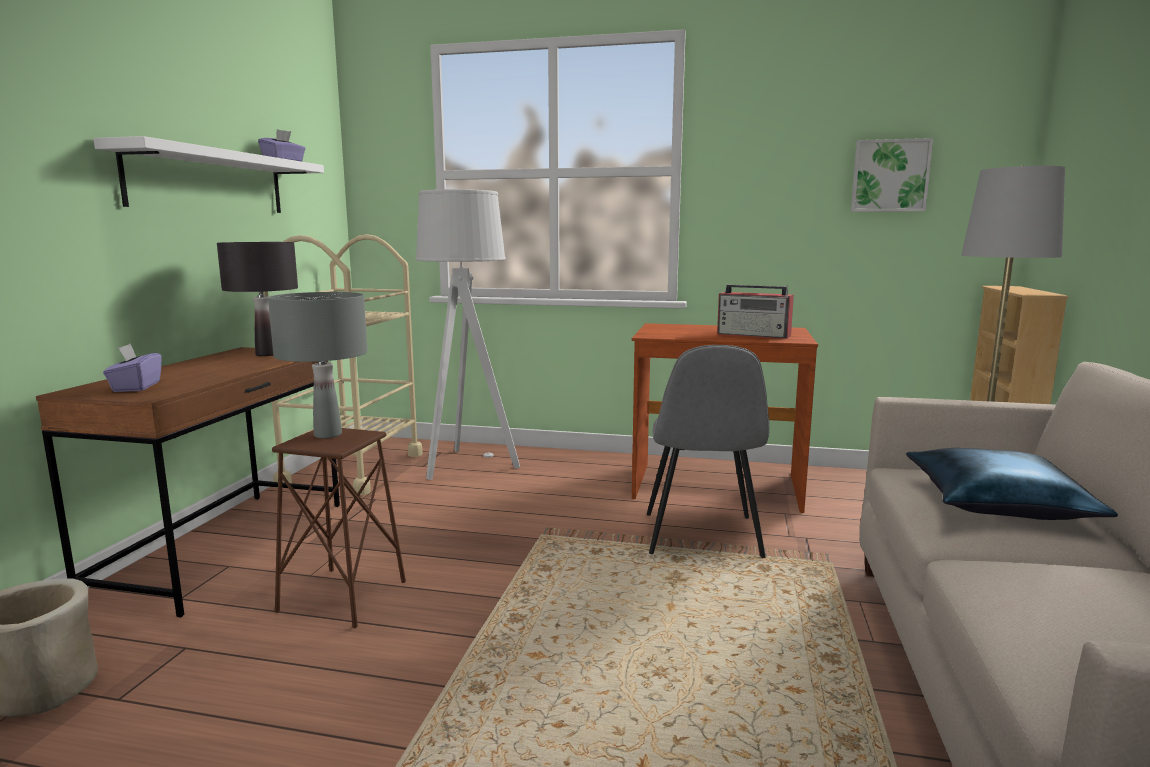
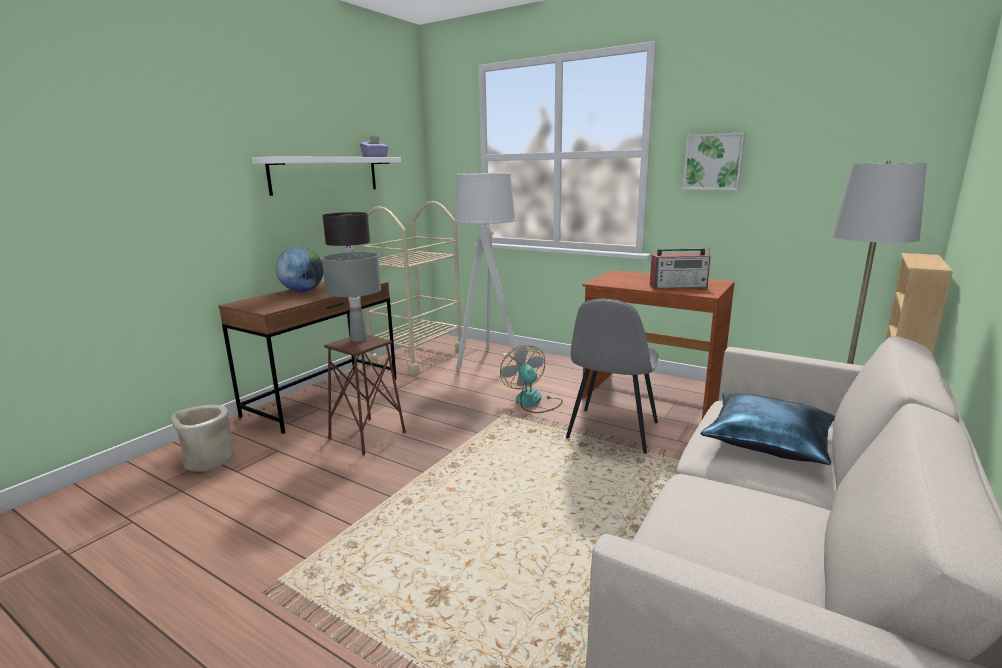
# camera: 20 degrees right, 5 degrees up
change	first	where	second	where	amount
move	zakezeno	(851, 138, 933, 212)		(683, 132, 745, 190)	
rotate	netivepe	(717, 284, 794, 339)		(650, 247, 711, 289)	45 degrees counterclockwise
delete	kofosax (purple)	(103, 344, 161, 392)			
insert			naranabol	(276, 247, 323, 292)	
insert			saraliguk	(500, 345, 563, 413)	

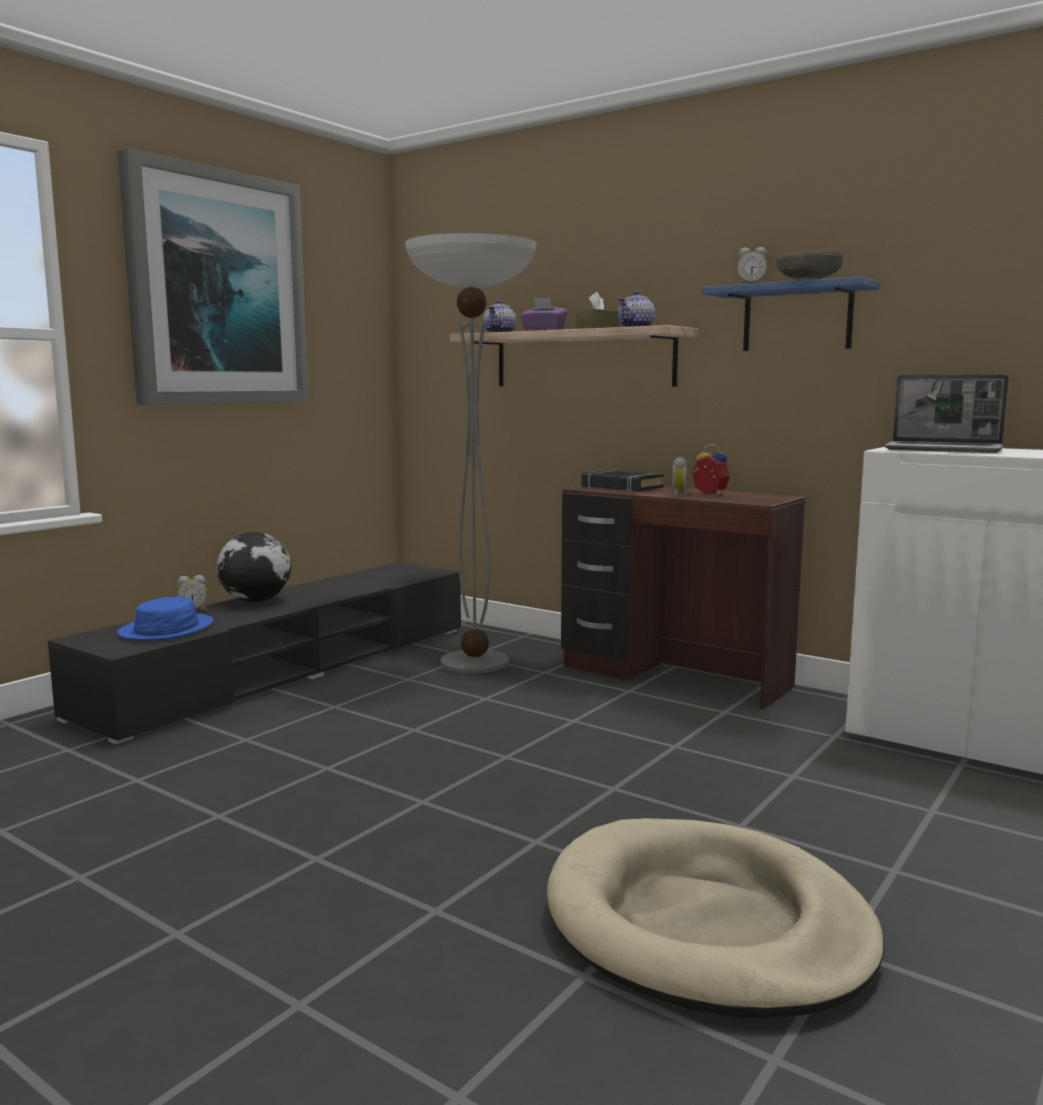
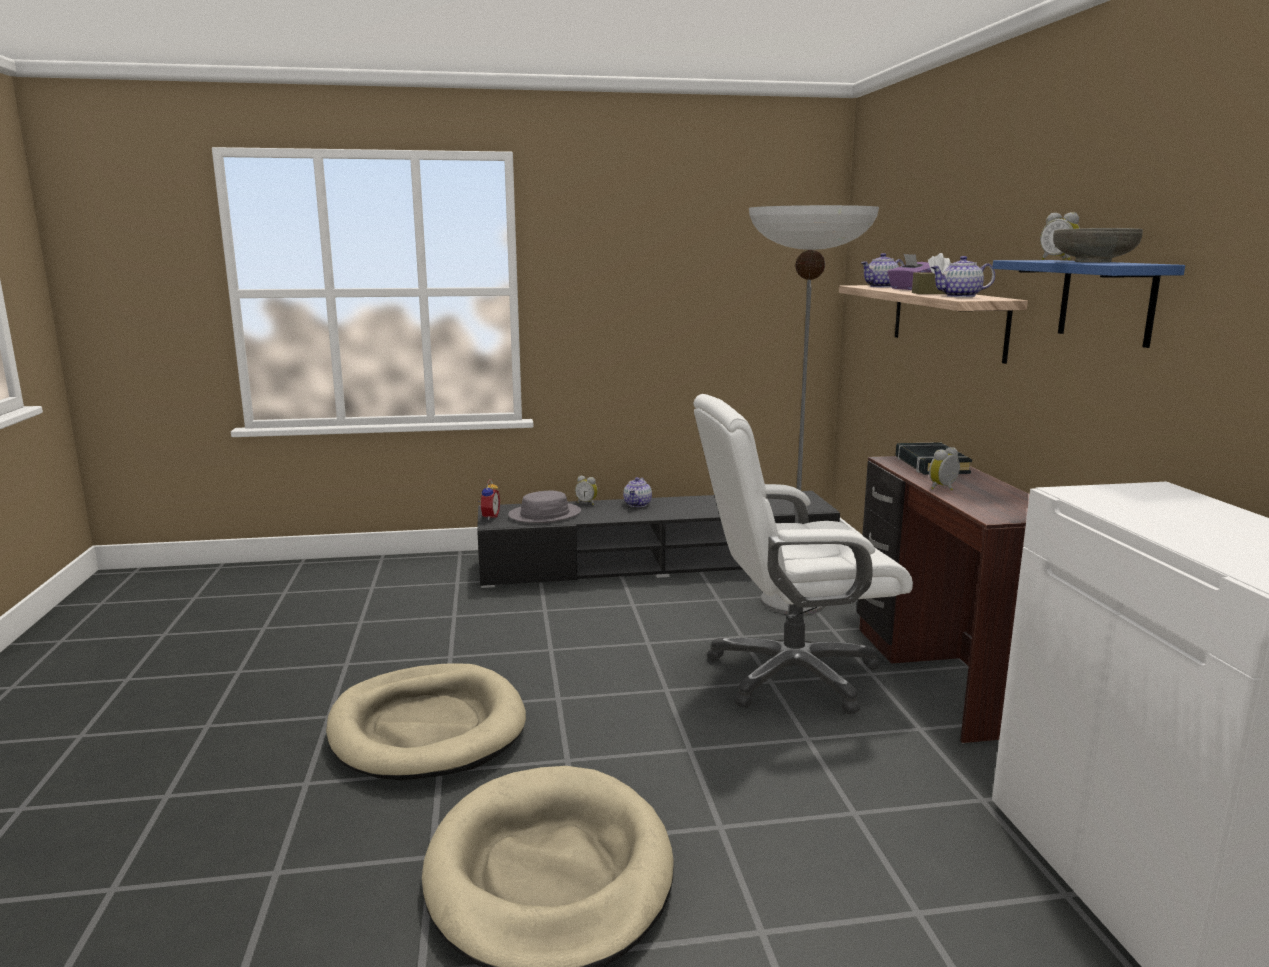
# camera: 45 degrees right, 5 degrees up
change	first	where	second	where	amount
delete	zakezeno	(118, 148, 308, 405)			
delete	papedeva	(884, 374, 1009, 453)			
move	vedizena	(692, 444, 730, 495)		(477, 479, 500, 520)	
replace	naranabol	(217, 532, 291, 602)	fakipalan	(623, 477, 652, 507)	
recolor	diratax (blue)	(117, 597, 214, 641)	diratax (grey)	(508, 490, 581, 523)	
insert			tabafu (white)	(693, 394, 913, 714)	
insert			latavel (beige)	(326, 663, 526, 780)	

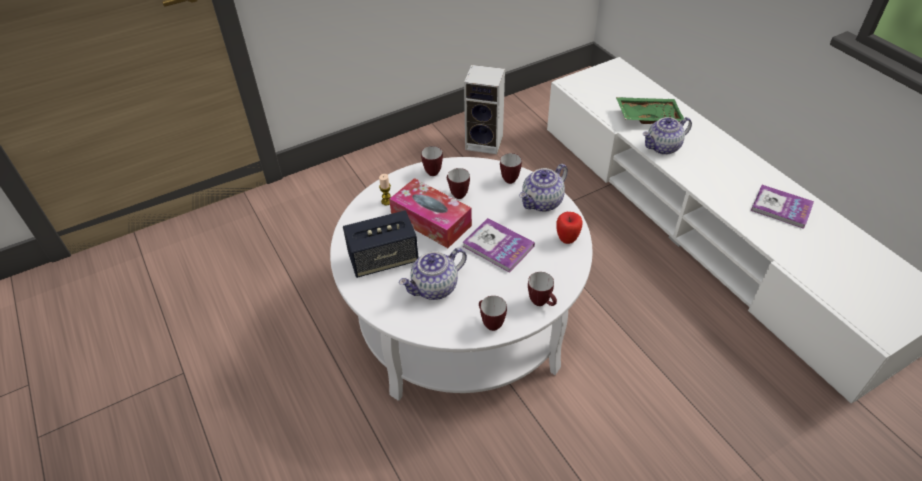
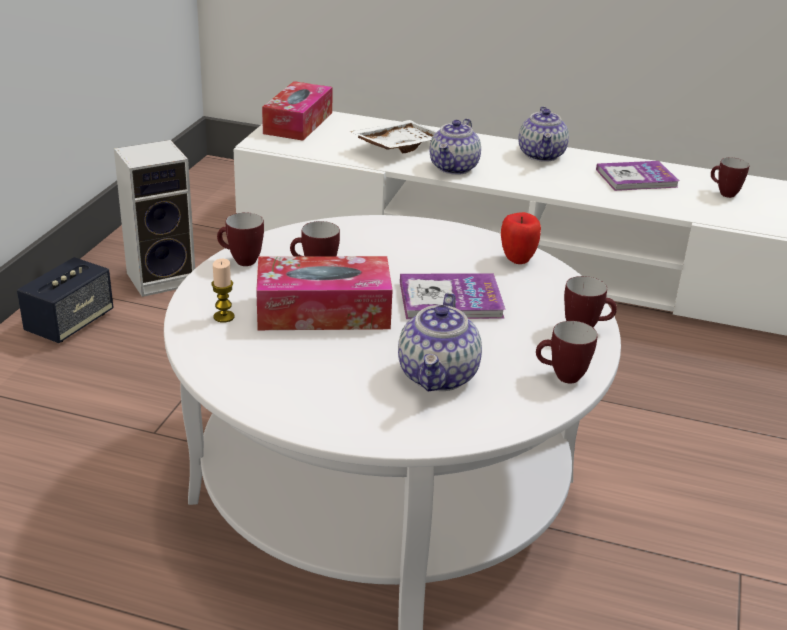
# camera: 45 degrees left, 15 degrees down
change	first	where	second	where	amount
recolor	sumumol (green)	(616, 97, 684, 124)	sumumol (white)	(349, 120, 437, 153)	
move	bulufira	(500, 153, 522, 184)		(711, 158, 750, 198)	
move	fakipalan	(519, 164, 568, 212)		(518, 106, 569, 162)	
move	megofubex	(343, 210, 419, 278)		(17, 257, 114, 343)	
insert			kofosax	(262, 81, 333, 141)	

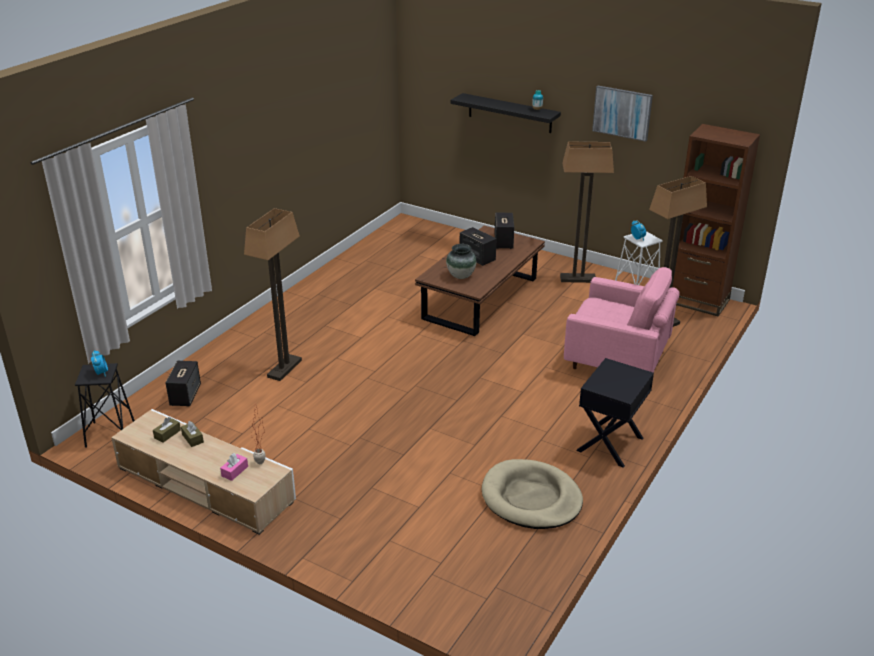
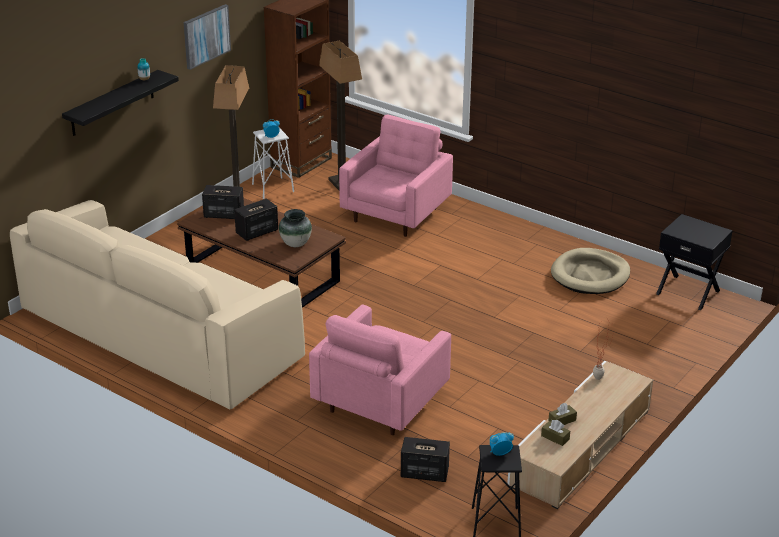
# camera: 85 degrees left, 0 degrees up
change	first	where	second	where	amount
replace	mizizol	(244, 208, 302, 381)	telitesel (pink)	(309, 305, 451, 435)	
move	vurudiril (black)	(576, 358, 654, 468)		(656, 214, 733, 310)	
delete	kofosax (pink)	(220, 453, 248, 481)			
insert			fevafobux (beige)	(10, 200, 305, 409)	

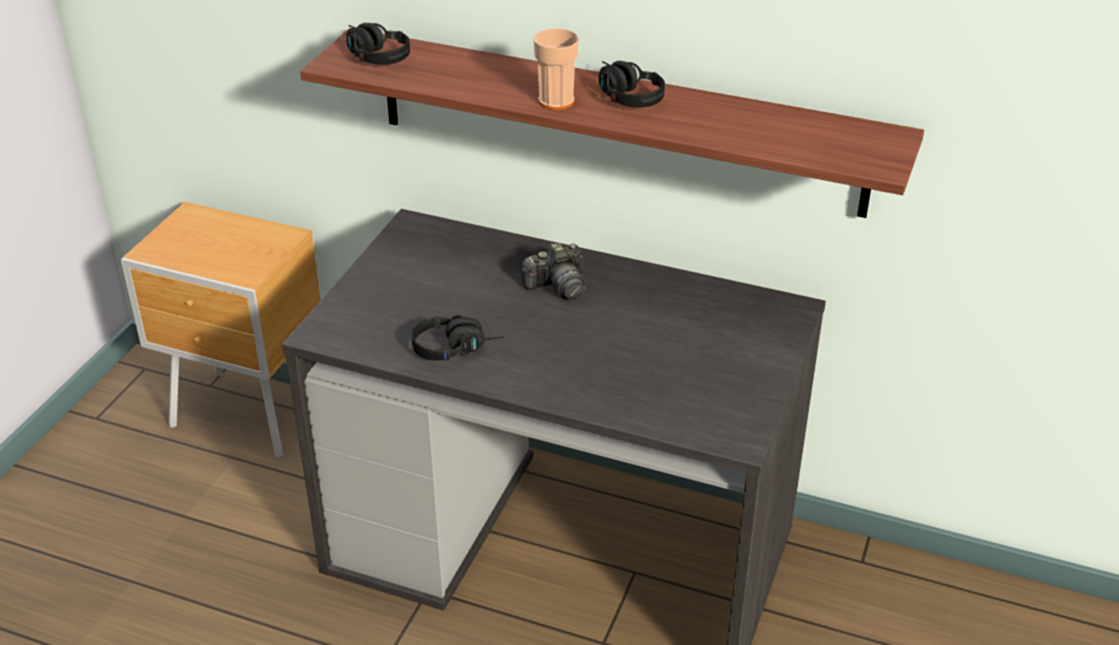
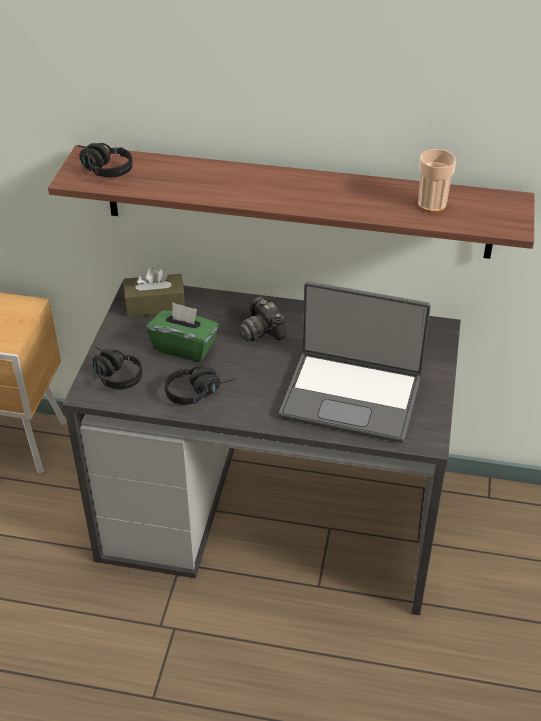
# camera: 10 degrees left, 5 degrees up
change	first	where	second	where	amount
move	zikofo	(533, 28, 579, 110)		(418, 149, 456, 213)	
move	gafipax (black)	(599, 61, 665, 107)		(93, 346, 142, 389)	
rotate	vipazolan	(522, 242, 585, 300)		(239, 297, 286, 341)	90 degrees clockwise
insert			kofosax (brown)	(124, 267, 185, 317)	
insert			papedeva	(279, 281, 431, 443)	
insert			kofosax (green)	(146, 302, 219, 362)	

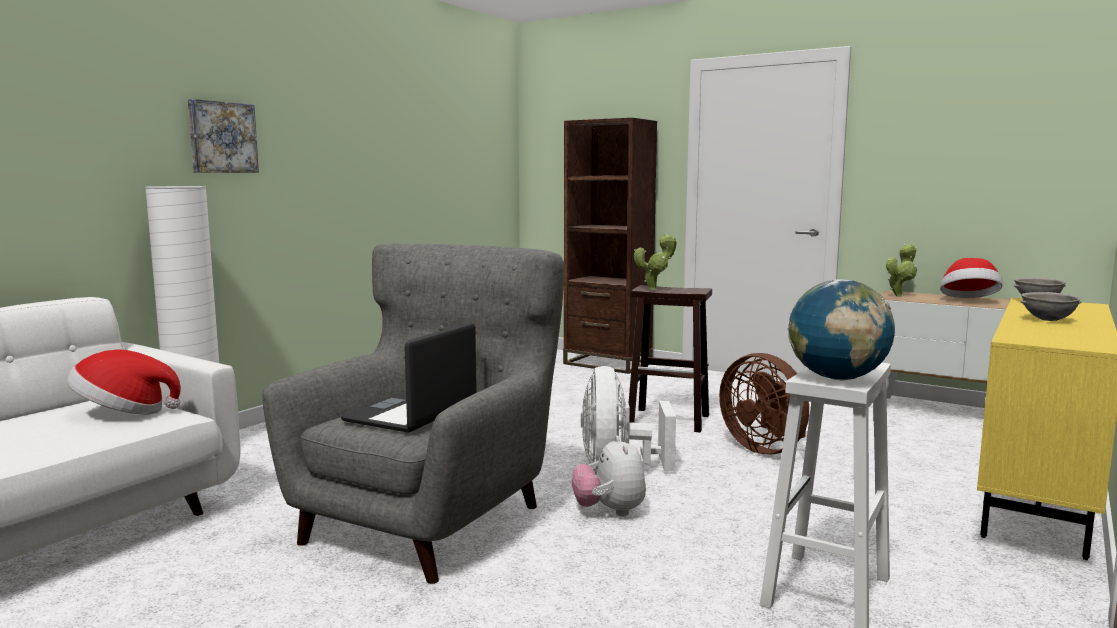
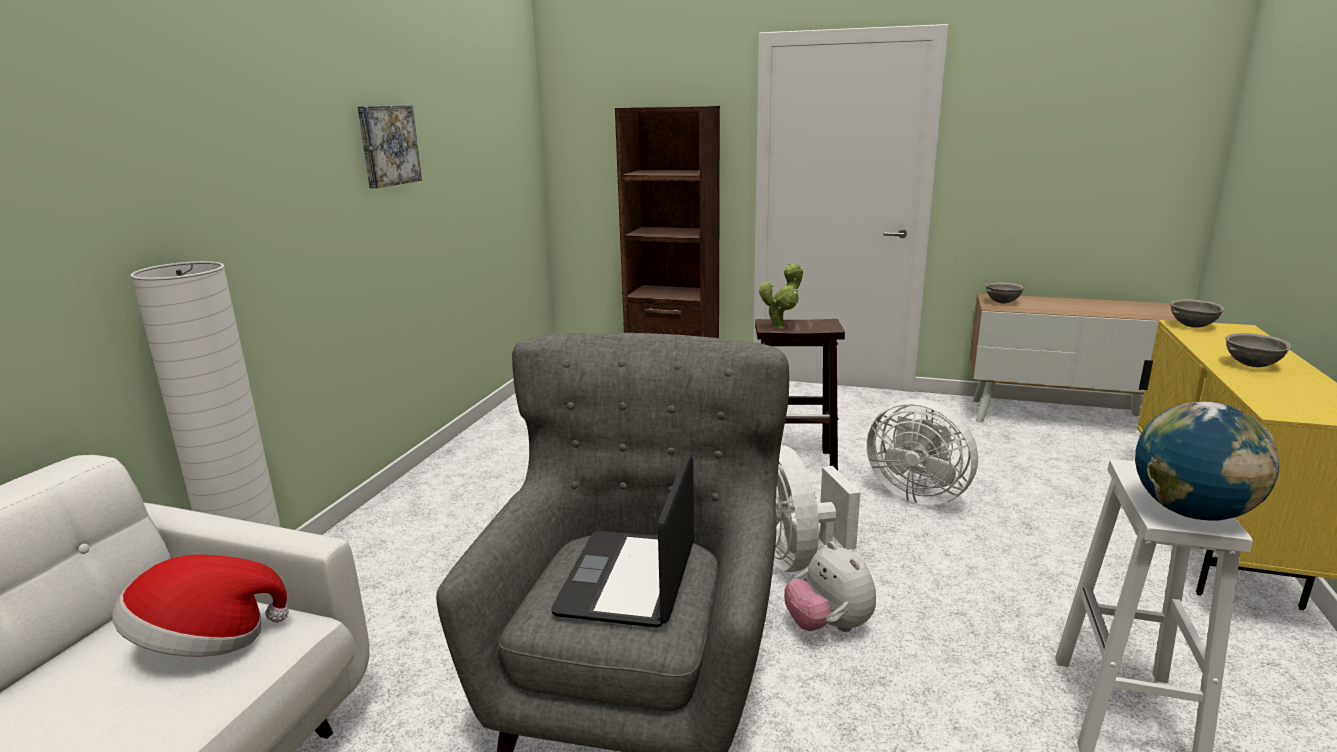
# camera: 15 degrees left, 10 degrees up
change	first	where	second	where	amount
move	zakezeno	(188, 99, 259, 173)		(358, 105, 422, 188)	
replace	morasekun	(886, 244, 917, 297)	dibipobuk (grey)	(986, 283, 1024, 304)	
delete	diratax	(940, 258, 1002, 298)			
recolor	saraliguk (brown)	(719, 353, 809, 455)	saraliguk (white)	(867, 399, 978, 506)	

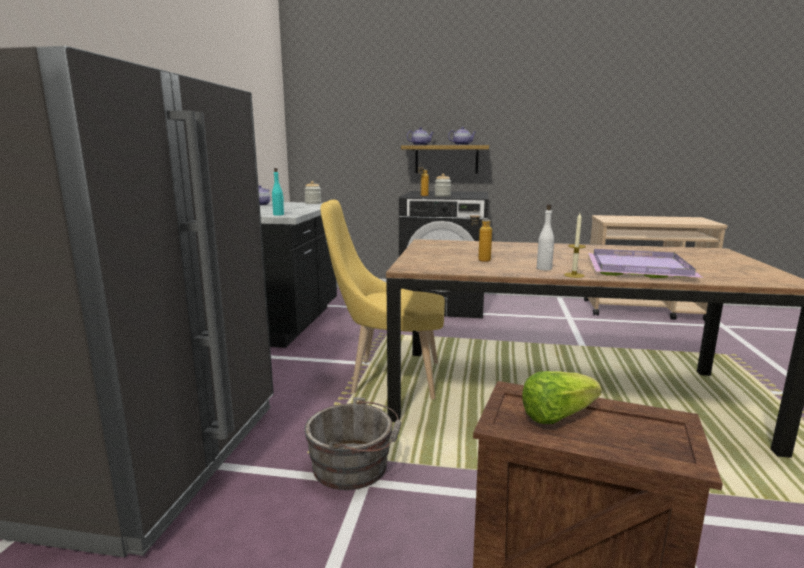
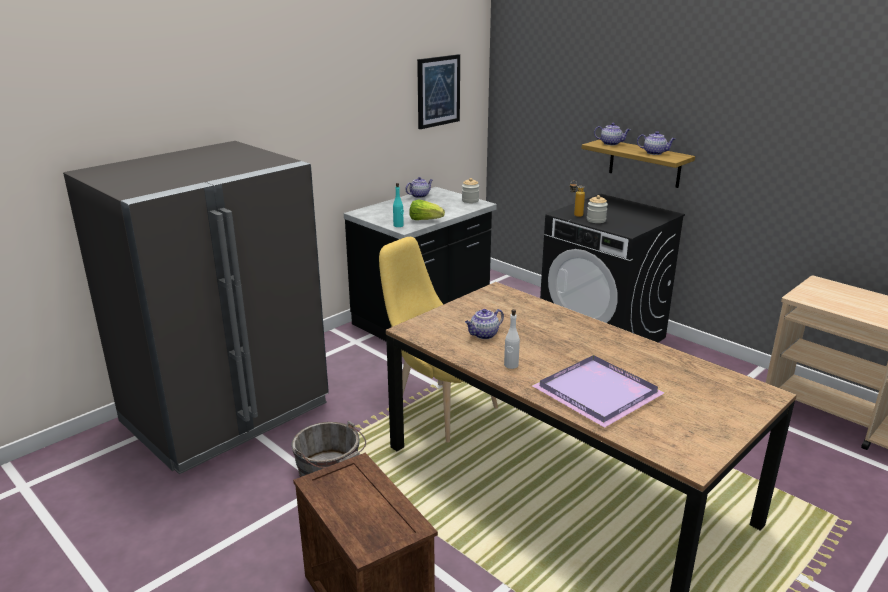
# camera: 35 degrees right, 10 degrees up
change	first	where	second	where	amount
replace	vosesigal	(470, 210, 492, 262)	fakipalan	(465, 309, 504, 339)	
delete	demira	(564, 213, 586, 278)			
move	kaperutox	(522, 371, 602, 424)		(409, 199, 445, 220)	
insert			zakezeno	(417, 54, 460, 129)	

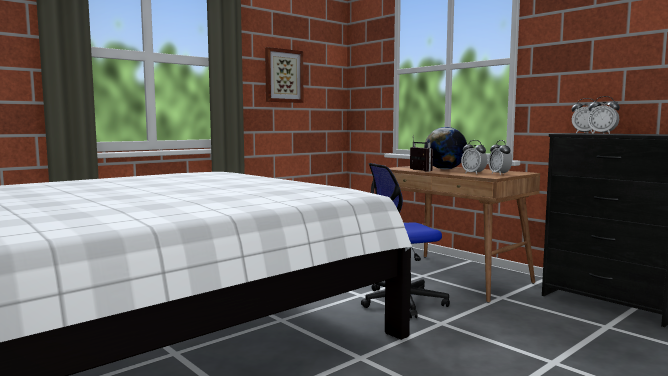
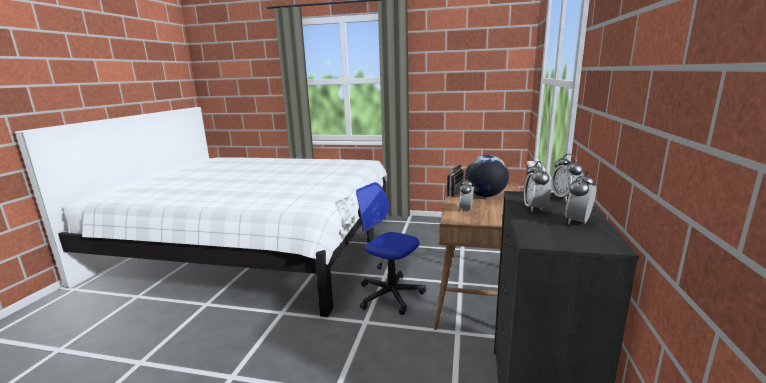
# camera: 55 degrees right, 10 degrees up
change	first	where	second	where	amount
delete	zakezeno	(265, 47, 303, 103)			
move	vedizena	(488, 140, 512, 175)		(565, 170, 597, 224)	

